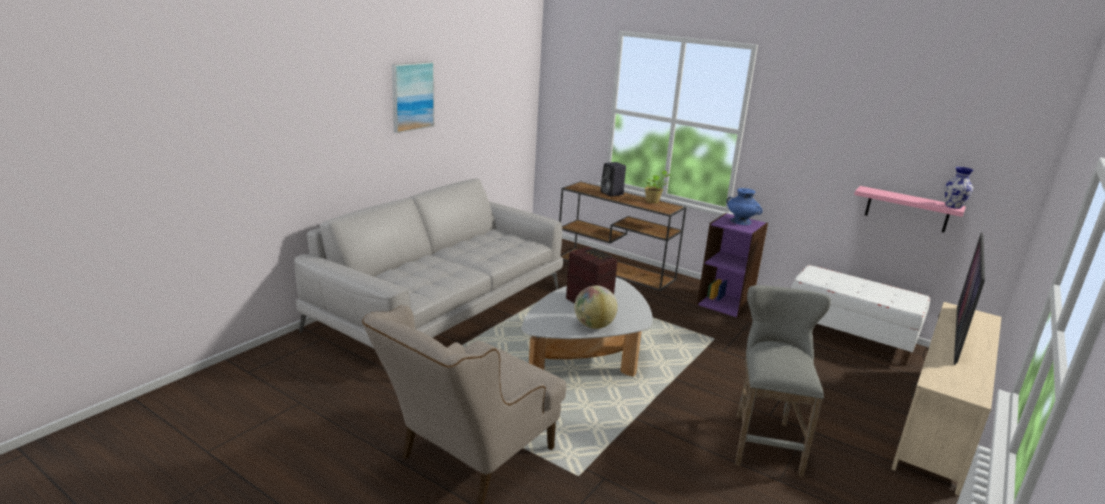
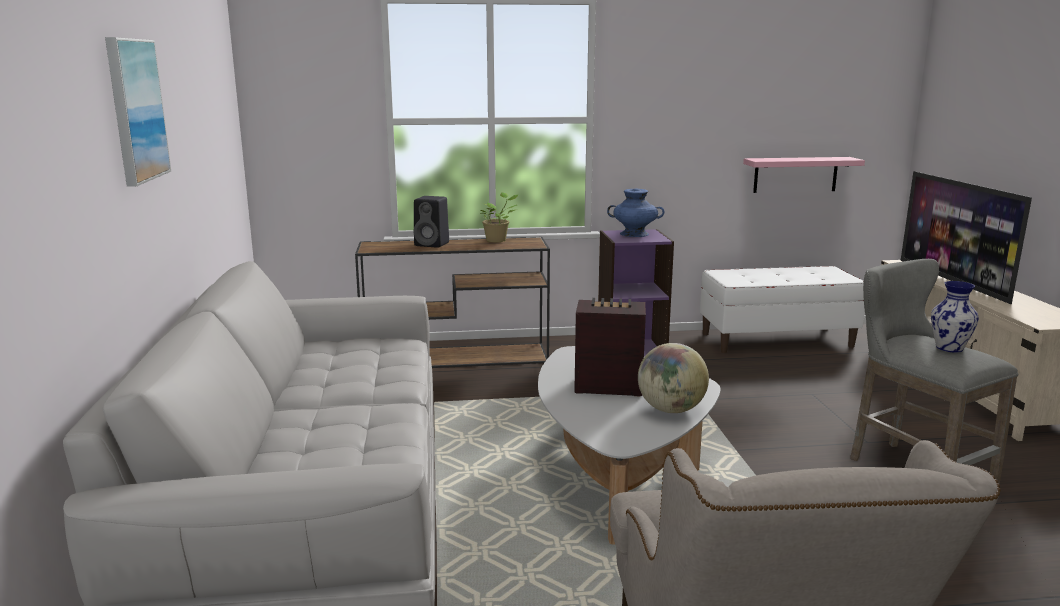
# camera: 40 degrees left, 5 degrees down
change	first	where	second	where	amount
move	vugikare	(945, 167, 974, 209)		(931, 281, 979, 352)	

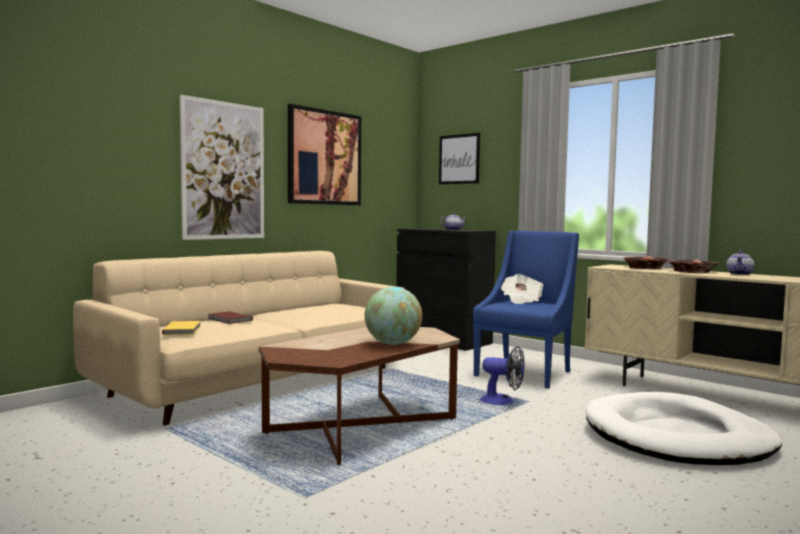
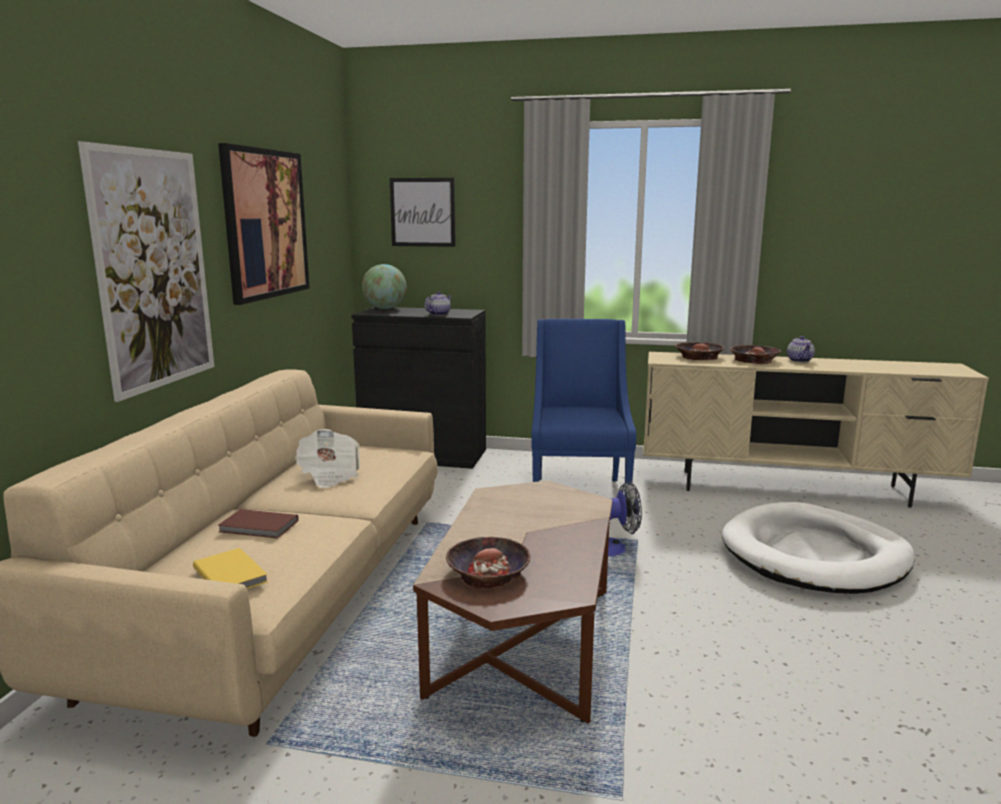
# camera: 30 degrees left, 10 degrees up
change	first	where	second	where	amount
move	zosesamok	(501, 274, 543, 304)		(294, 429, 360, 488)	
move	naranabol	(365, 287, 422, 345)		(362, 264, 407, 309)	
insert			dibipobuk	(446, 537, 531, 589)	

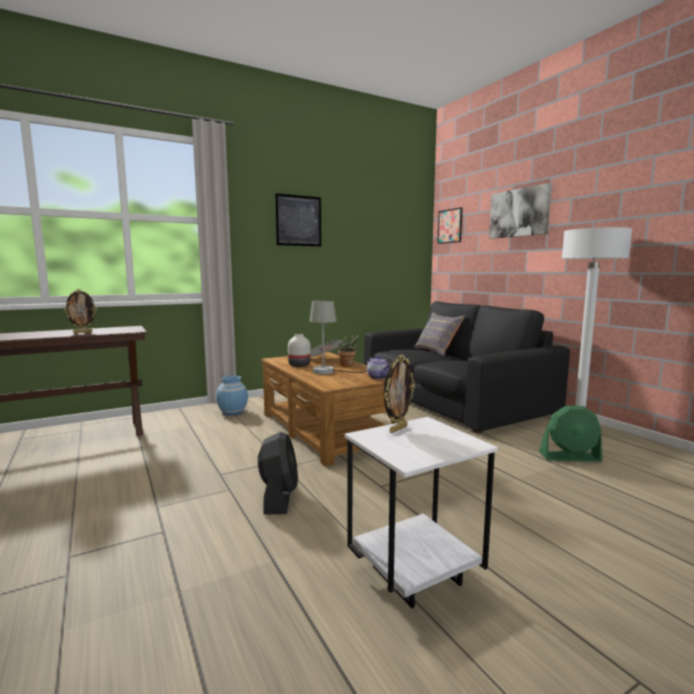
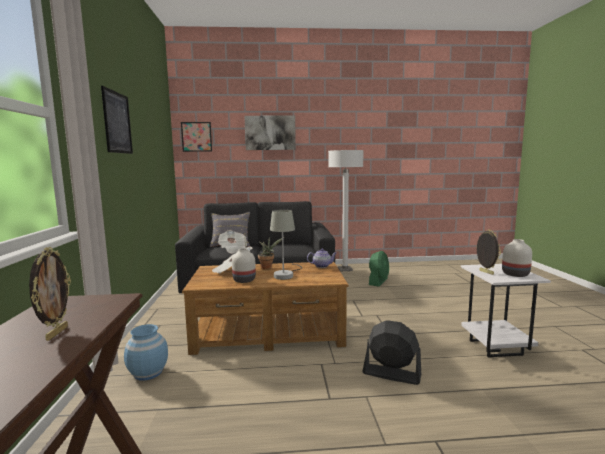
# camera: 65 degrees left, 0 degrees up
change	first	where	second	where	amount
insert			zosesamok	(218, 230, 247, 254)	
insert			vugikare (white)	(502, 239, 532, 277)	

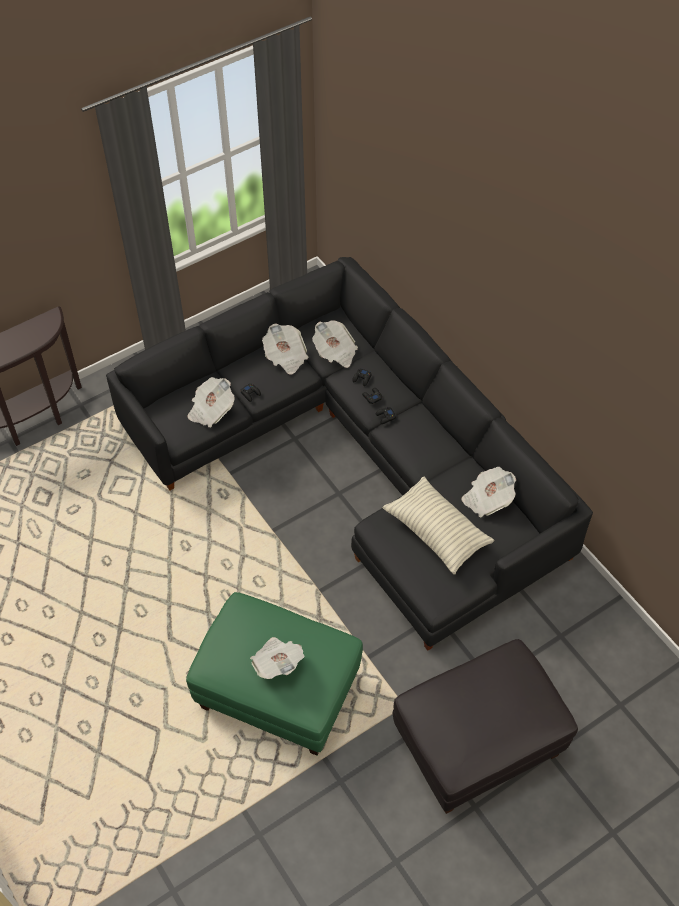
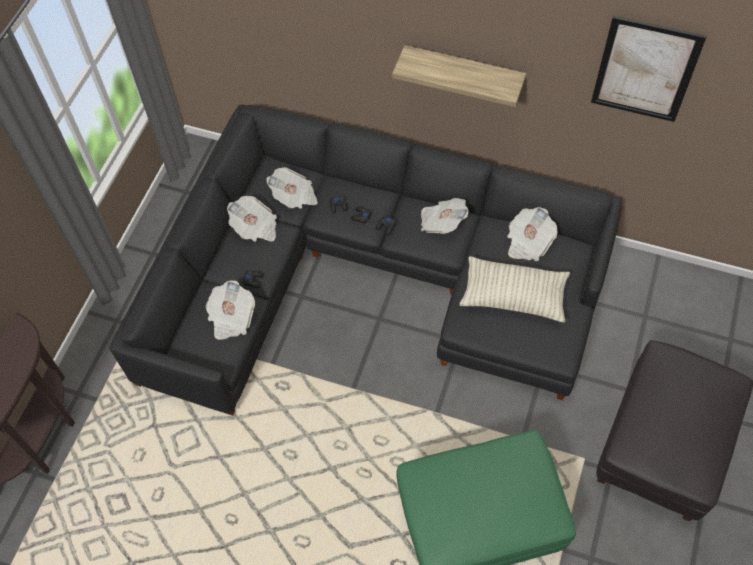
# camera: 35 degrees left, 5 degrees up
change	first	where	second	where	amount
move	zosesamok	(250, 637, 304, 679)		(421, 198, 469, 234)	
insert			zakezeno	(591, 16, 707, 122)	
insert			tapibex	(392, 45, 526, 107)	

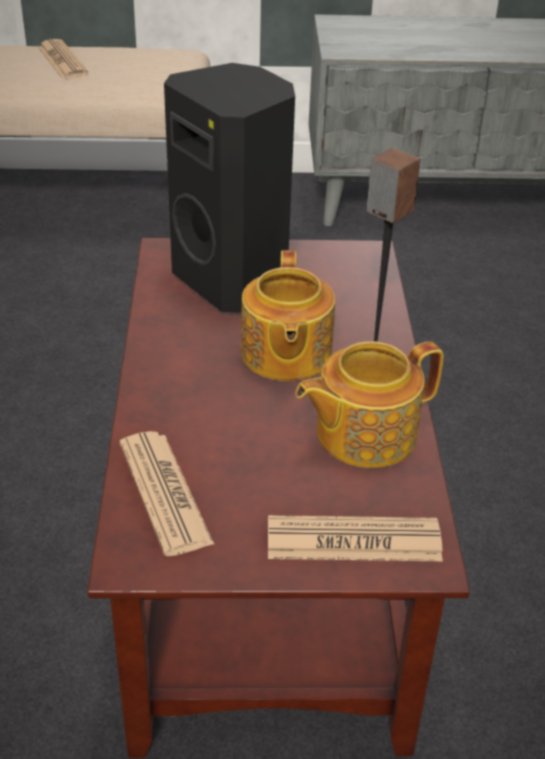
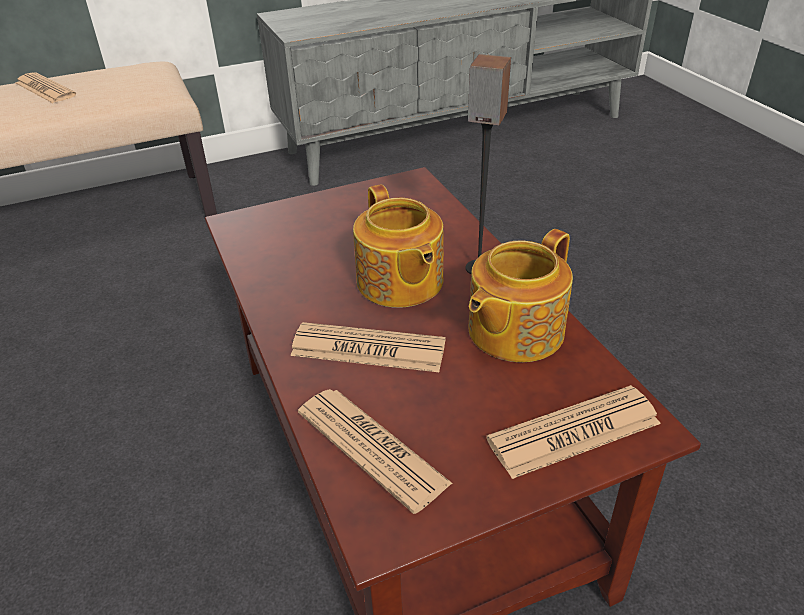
# camera: 20 degrees left, 0 degrees up
change	first	where	second	where	amount
delete	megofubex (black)	(164, 63, 295, 313)			
insert			zosesamok	(291, 322, 445, 372)	

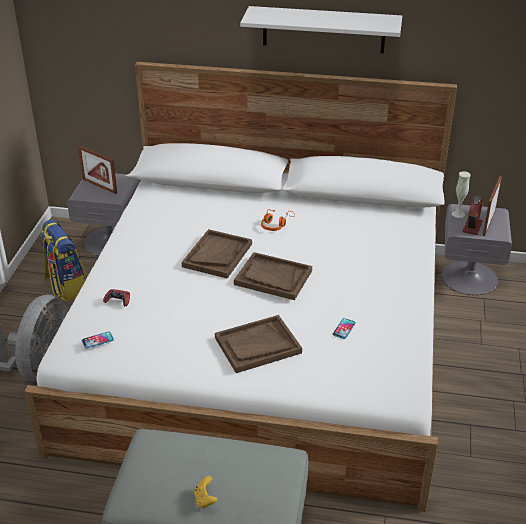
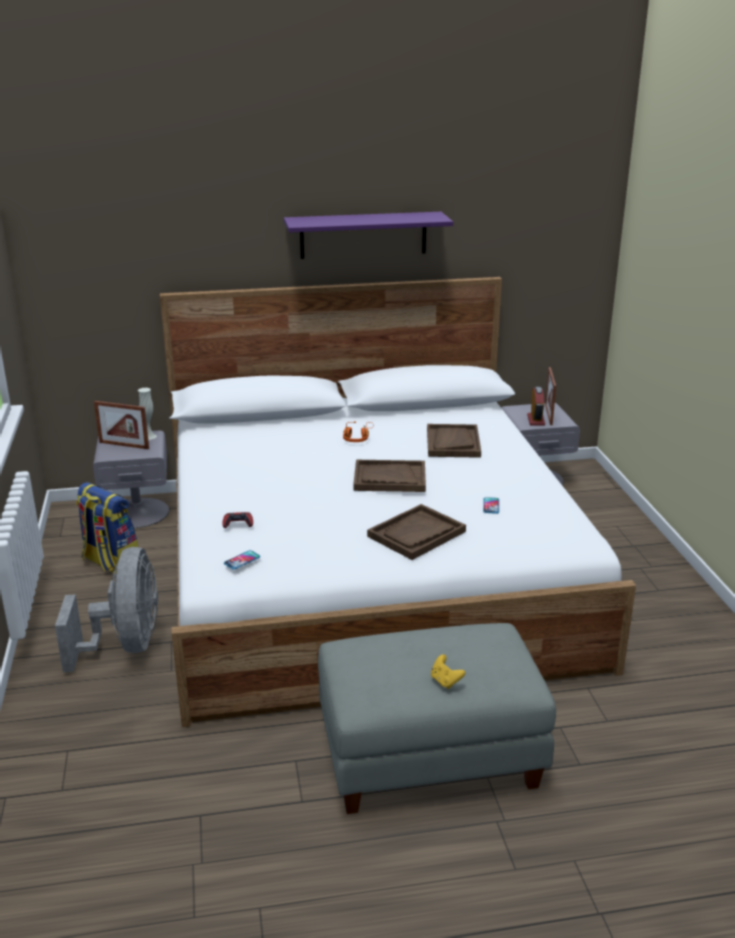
# camera: 20 degrees left, 10 degrees down
change	first	where	second	where	amount
recolor	tapibex (white)	(240, 6, 402, 53)	tapibex (purple)	(284, 212, 453, 259)	
move	vugikare (white)	(452, 171, 471, 218)		(138, 388, 157, 440)	
move	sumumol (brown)	(182, 229, 252, 279)		(427, 424, 481, 458)	

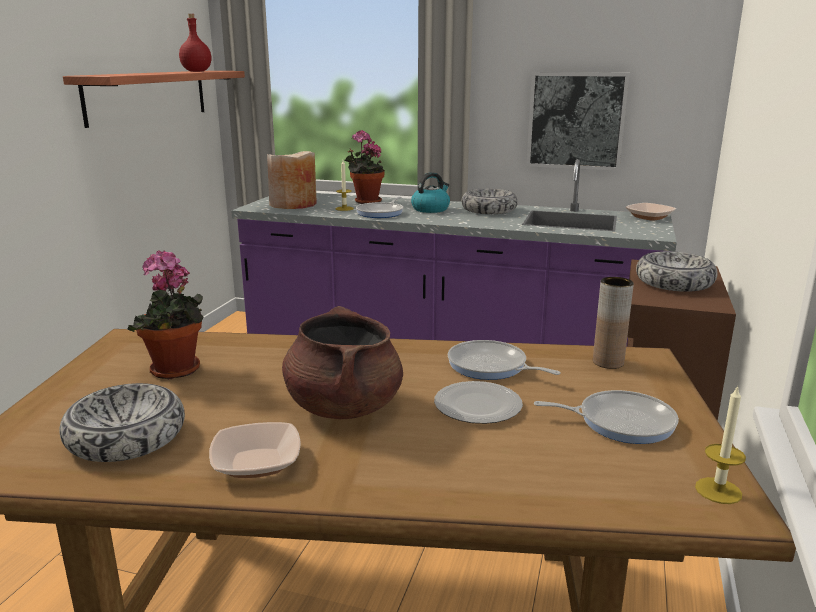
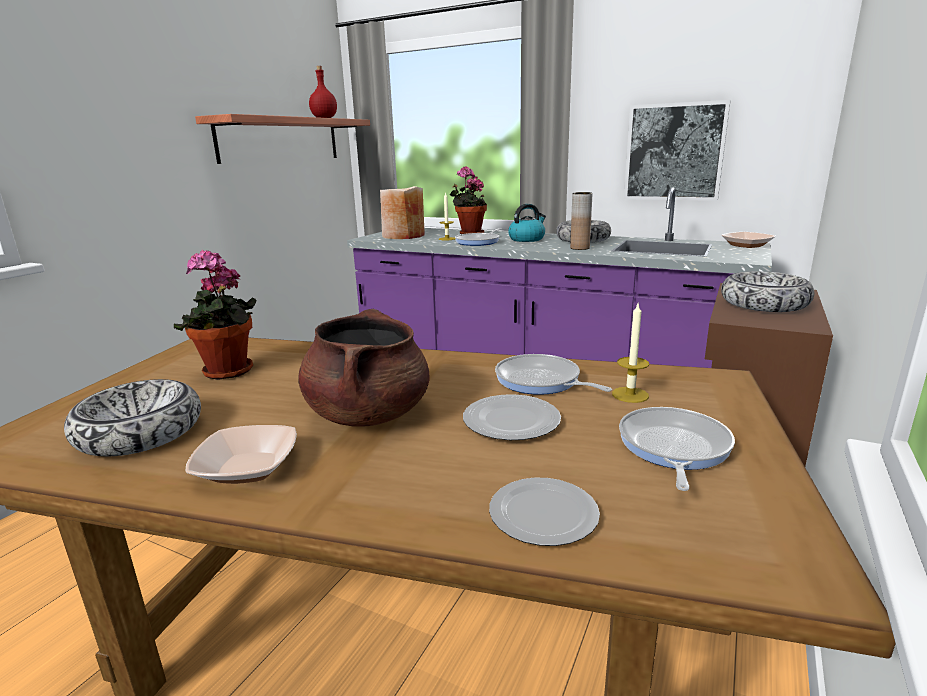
# camera: 10 degrees right, 0 degrees up
change	first	where	second	where	amount
move	vugikare (brown)	(593, 277, 634, 369)		(570, 192, 593, 250)	
move	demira	(695, 385, 746, 504)		(612, 304, 649, 403)	
rotate	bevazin	(534, 390, 679, 444)		(619, 407, 735, 491)	90 degrees counterclockwise
insert			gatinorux	(489, 478, 600, 546)	

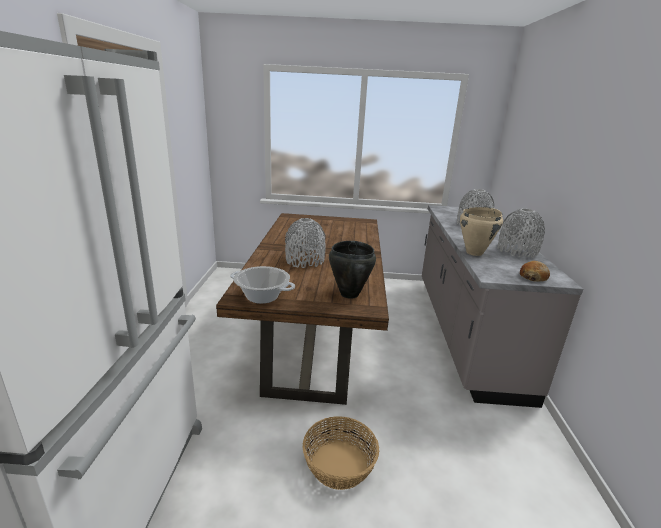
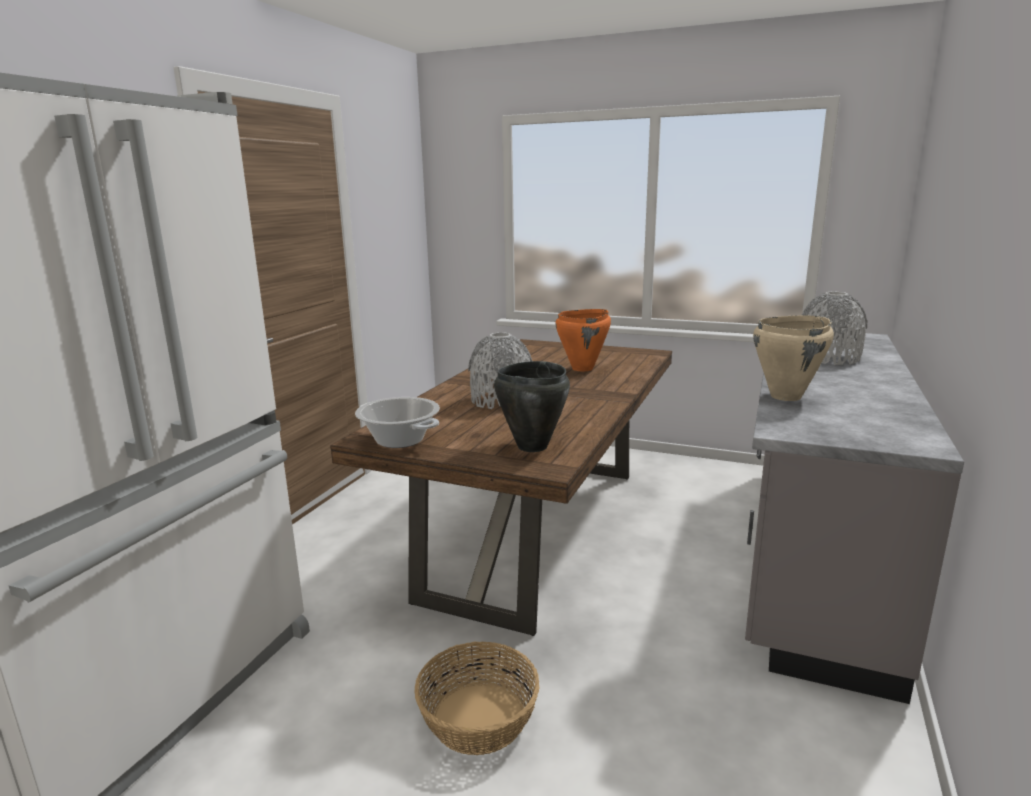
# camera: 20 degrees right, 5 degrees down
change	first	where	second	where	amount
delete	vugikare (grey)	(497, 208, 545, 258)			
delete	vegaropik	(520, 261, 550, 282)			
insert			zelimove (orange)	(555, 309, 611, 371)	

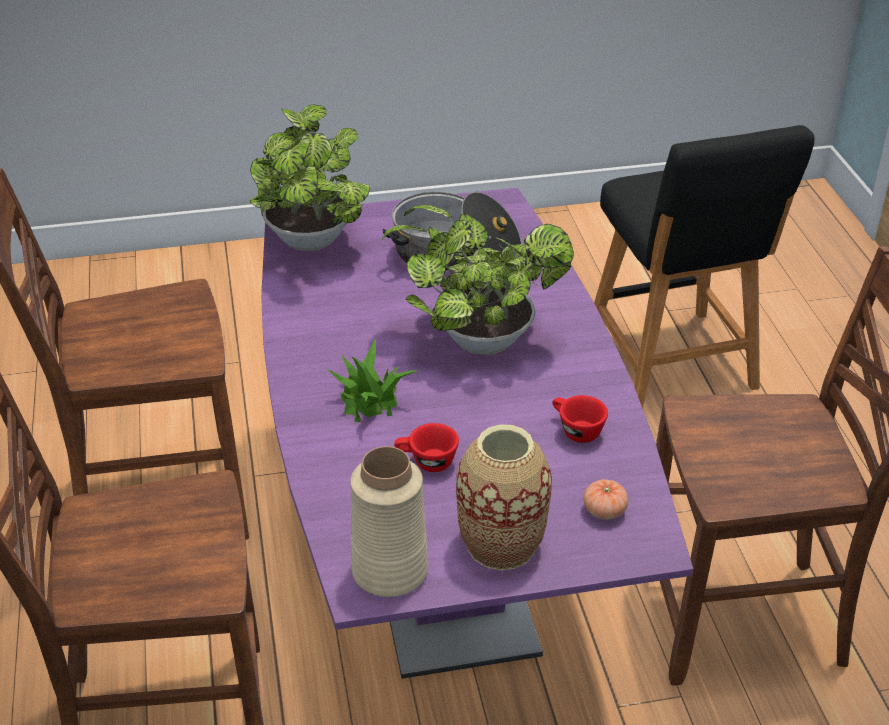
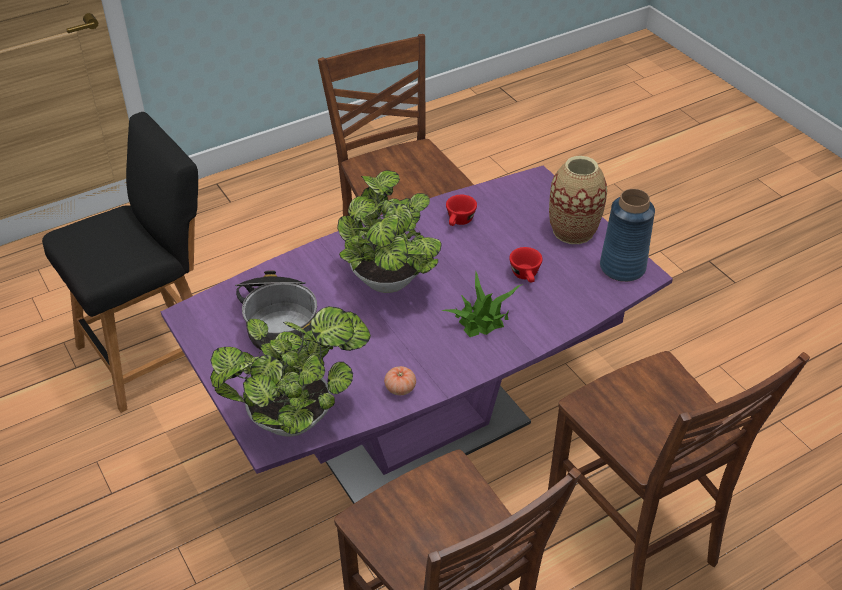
# camera: 110 degrees left, 5 degrees up
change	first	where	second	where	amount
recolor	vugikare (beige)	(350, 446, 428, 597)	vugikare (blue)	(600, 189, 655, 282)	
move	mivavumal	(583, 479, 628, 520)		(384, 366, 416, 395)	

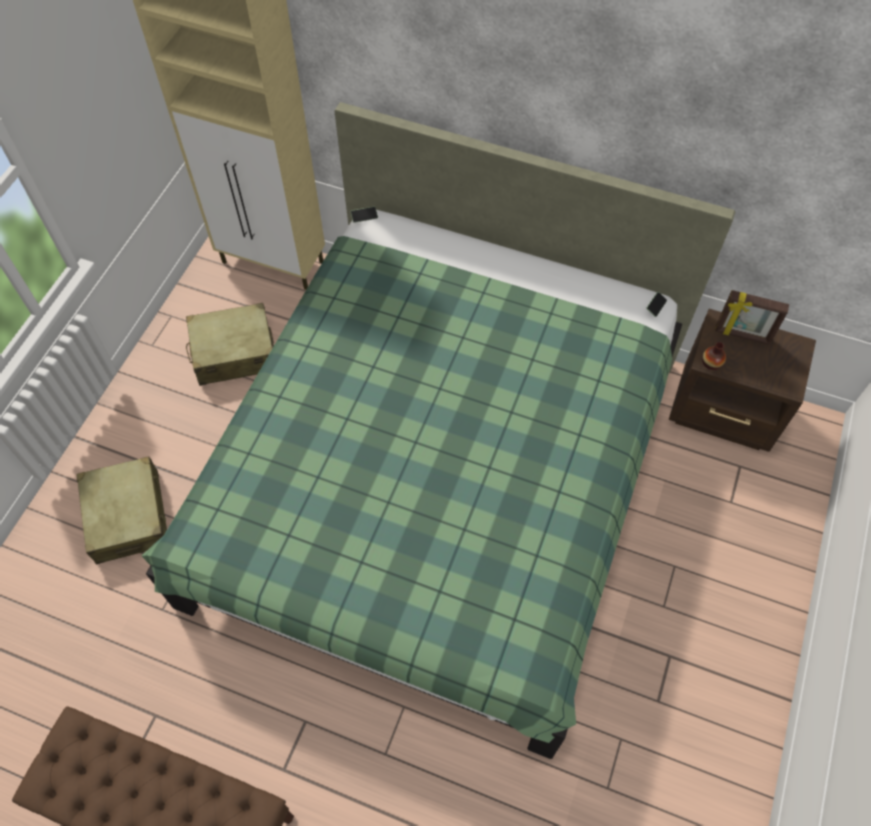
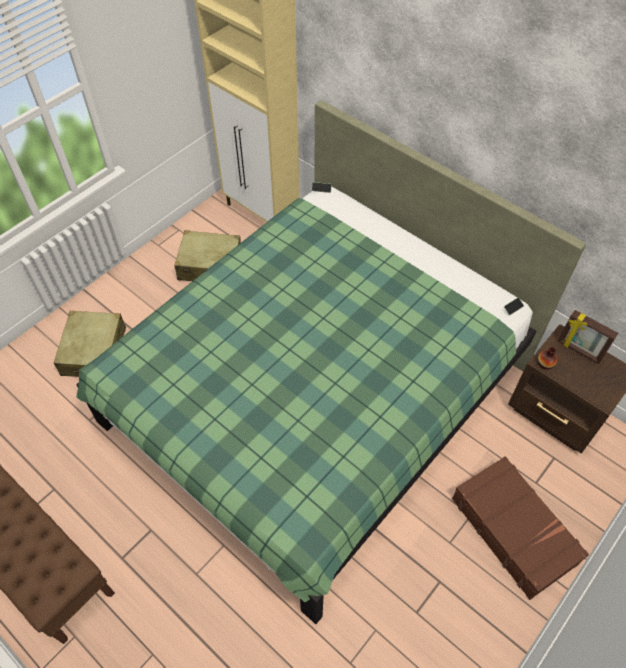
# camera: 20 degrees right, 5 degrees down
change	first	where	second	where	amount
insert			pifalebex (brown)	(452, 456, 589, 600)	

